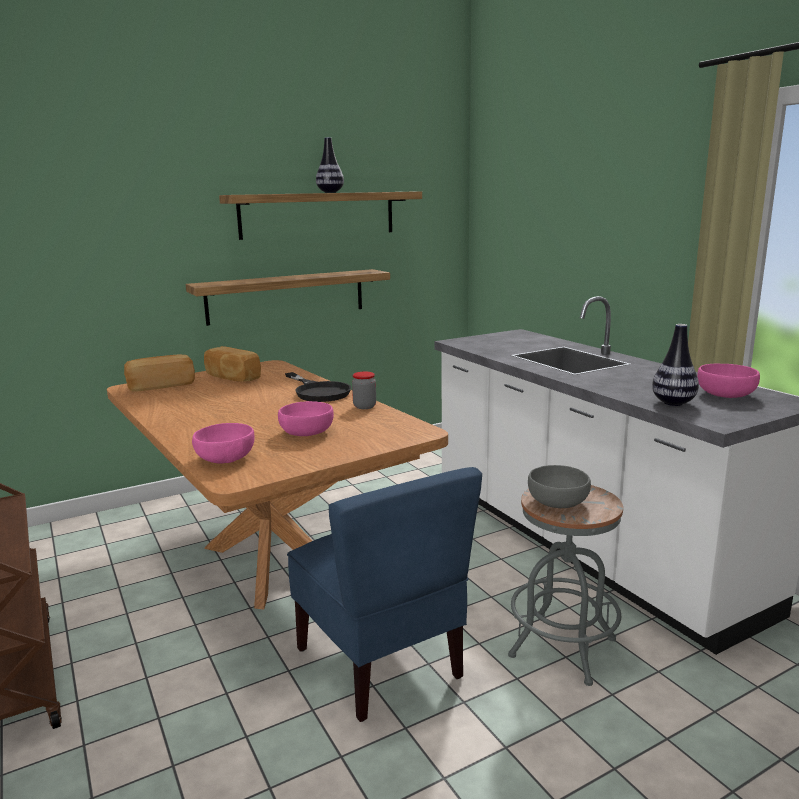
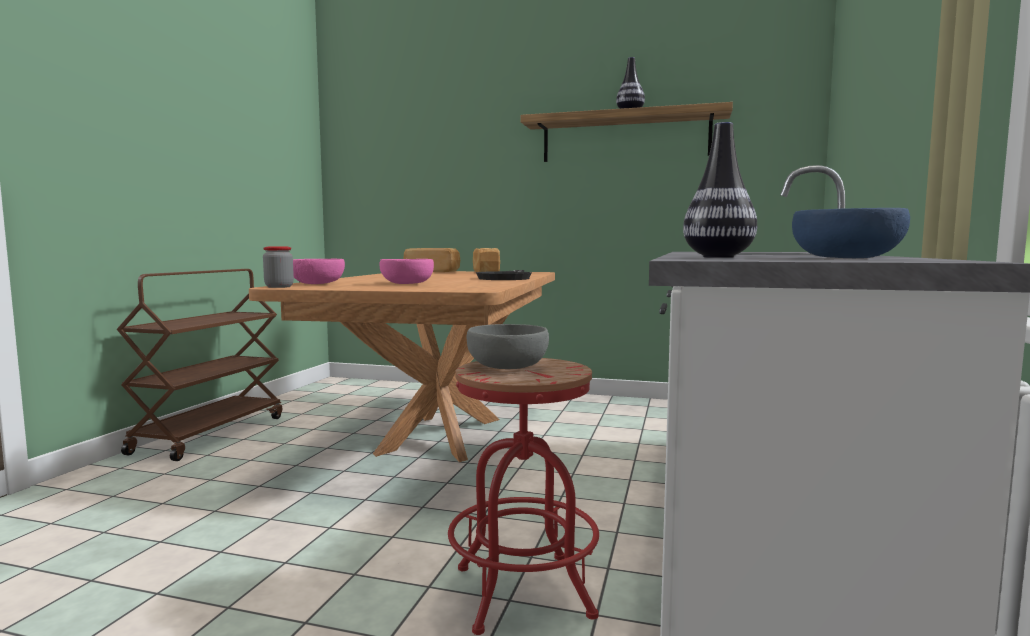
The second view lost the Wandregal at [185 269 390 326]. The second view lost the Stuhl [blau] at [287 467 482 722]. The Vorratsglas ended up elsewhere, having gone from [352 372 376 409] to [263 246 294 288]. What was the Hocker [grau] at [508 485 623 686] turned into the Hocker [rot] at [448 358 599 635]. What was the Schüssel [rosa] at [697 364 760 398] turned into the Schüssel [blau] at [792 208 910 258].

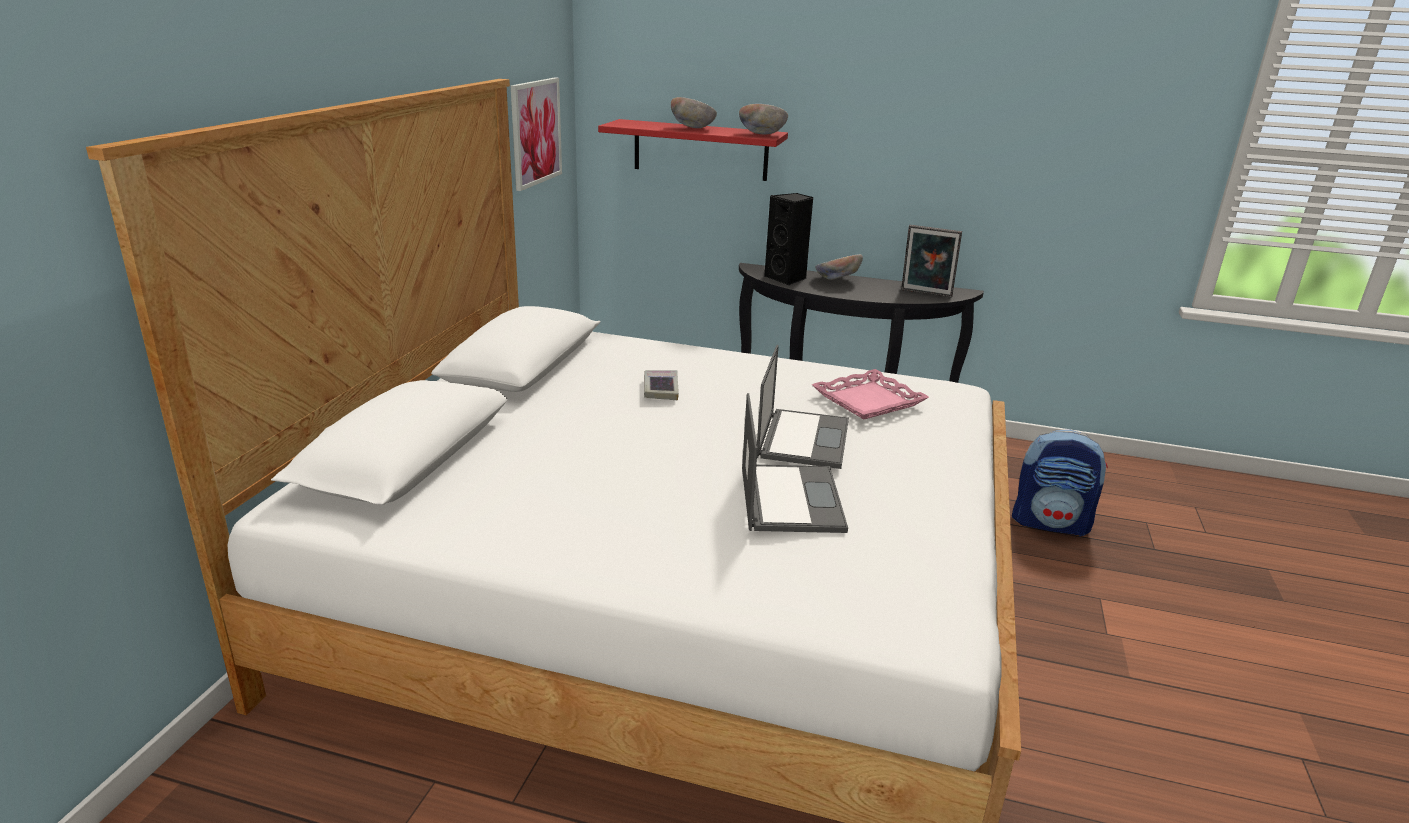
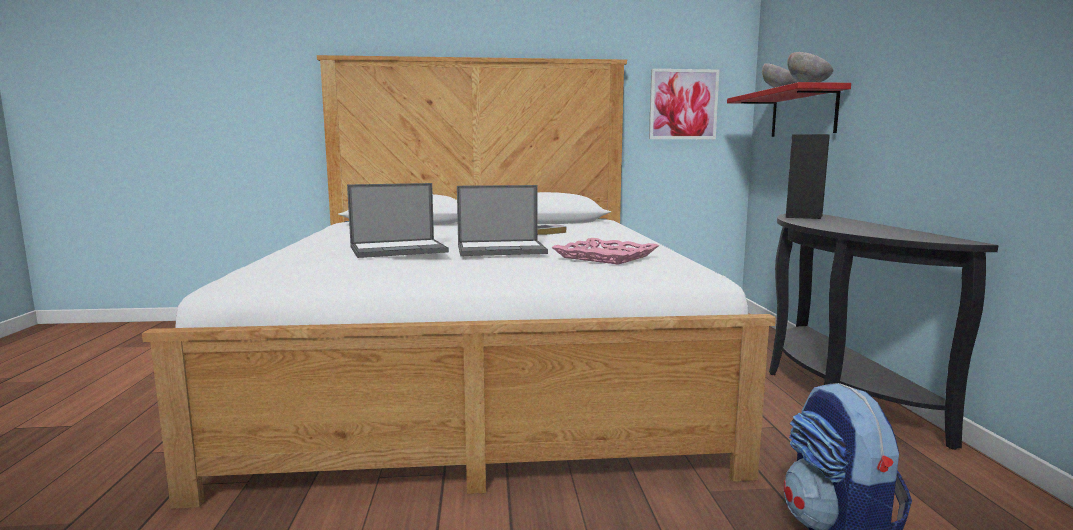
The second view lost the Schüssel at [815 254 863 280]. The second view lost the Bilderrahmen at [901 225 962 298].

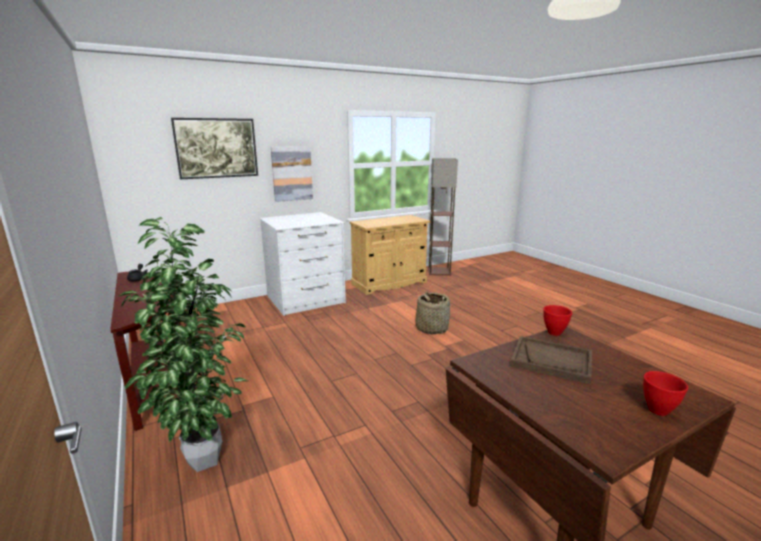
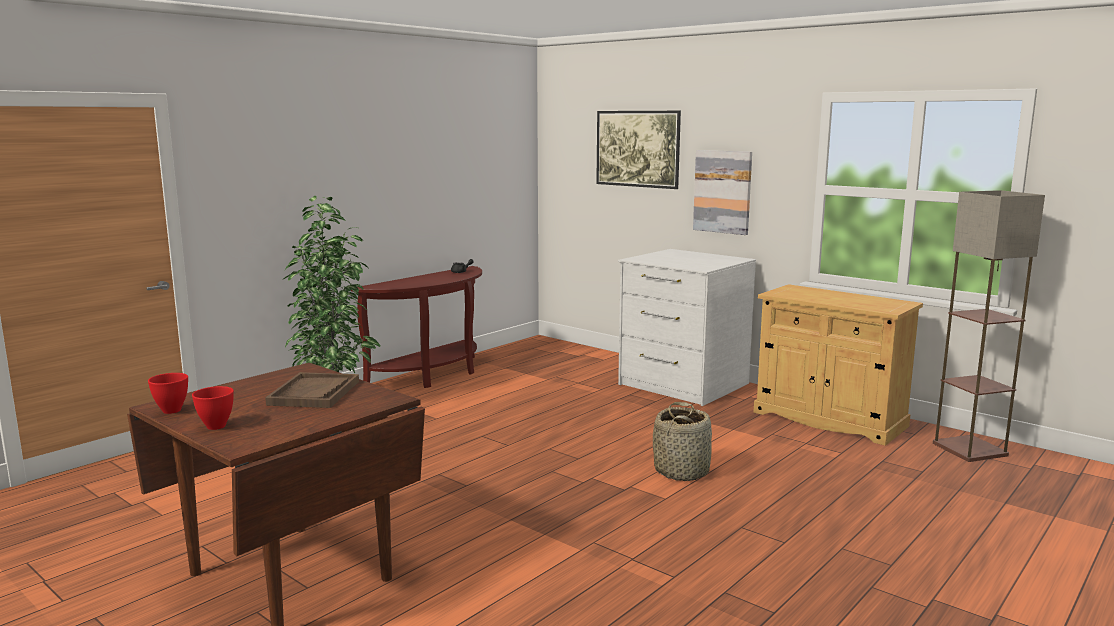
The Schüssel [rot] ended up elsewhere, having gone from [543 305 572 336] to [148 373 188 414].

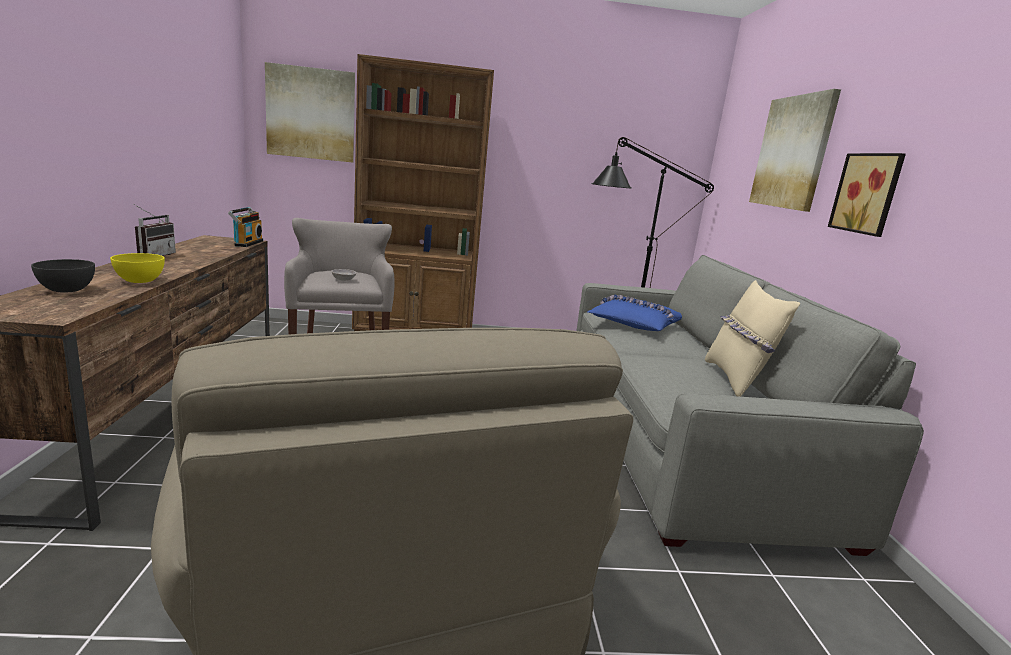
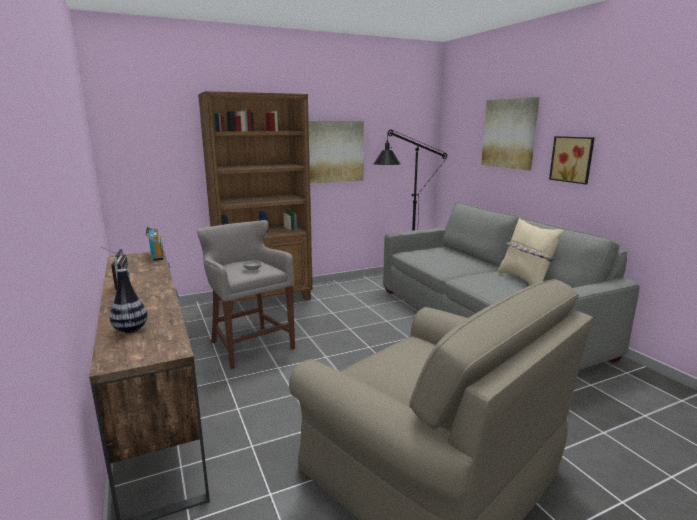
Where the Schüssel [grau] stood at [31 259 95 293], the Vase came to stand at [110 269 148 333]. The second view lost the Schüssel [gelb] at [110 253 165 283]. The Bild ended up elsewhere, having gone from [265 62 355 162] to [309 121 364 184]. The second view lost the Kissen [blau] at [587 295 682 331].

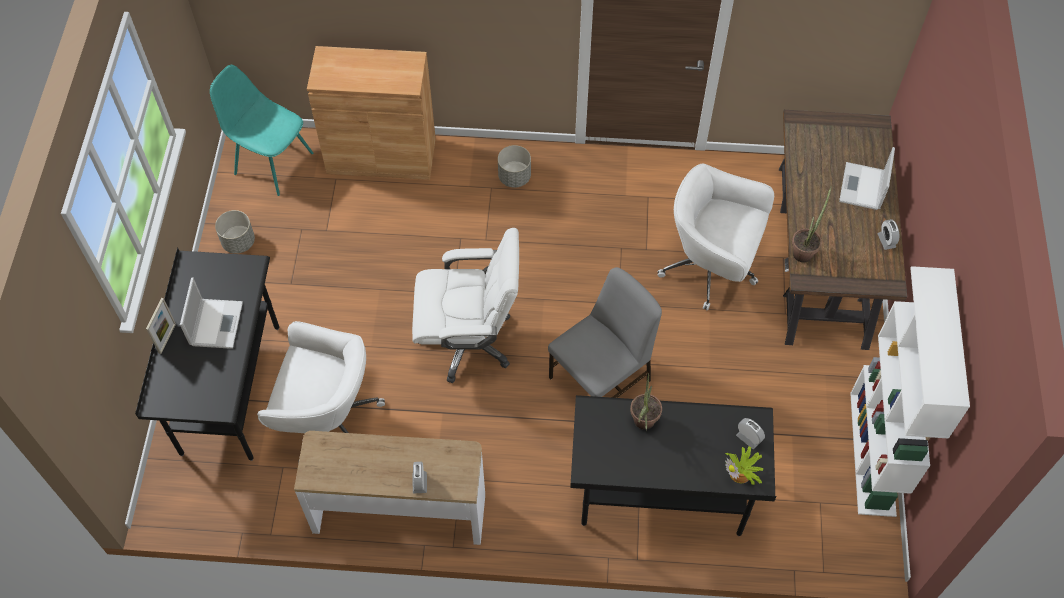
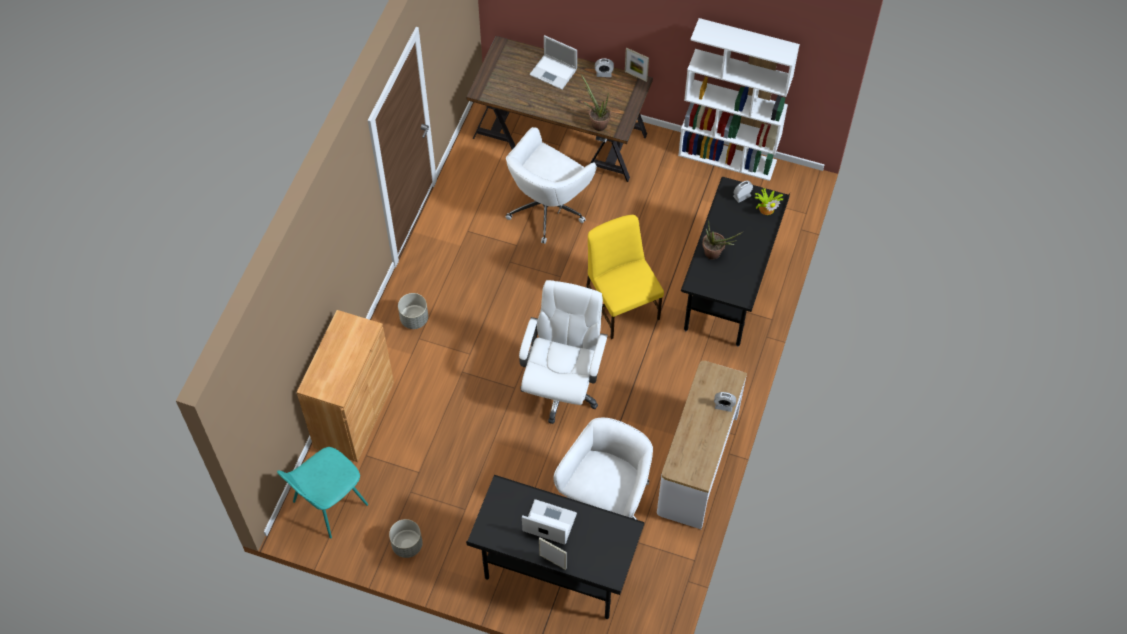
What was the Stuhl [grau] at [548 267 662 398] turned into the Stuhl [gelb] at [586 215 664 339]. The second view gained the Bilderrahmen at [625 48 649 82].

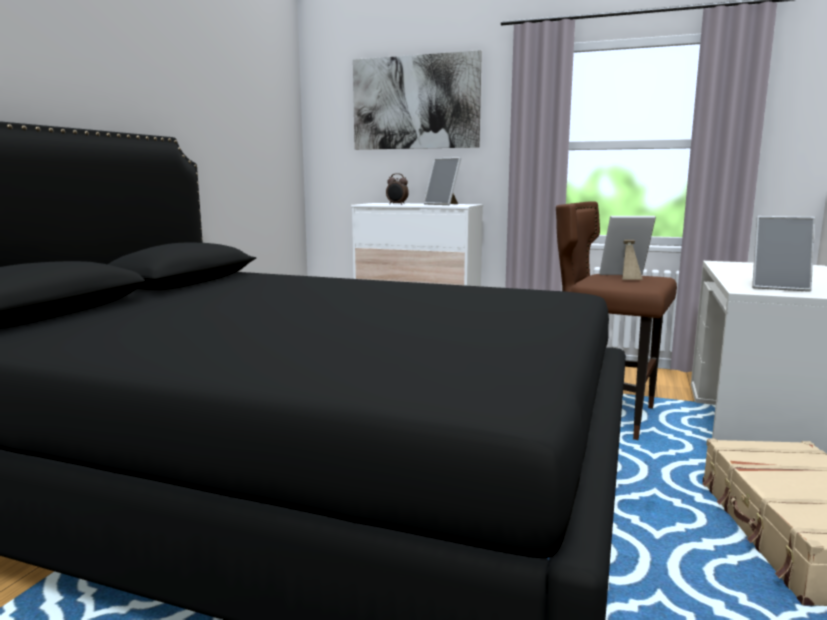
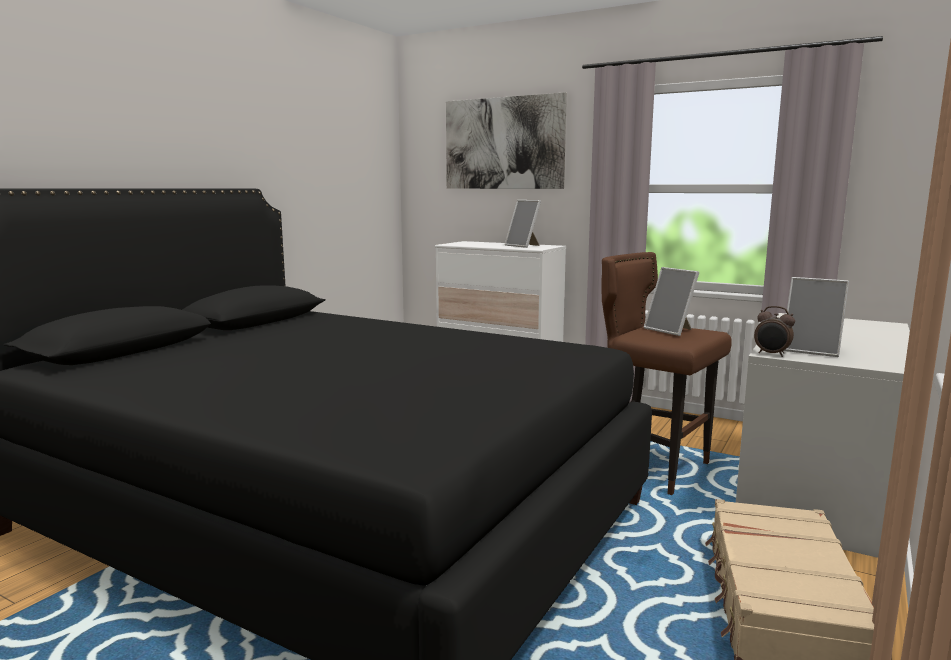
The Wecker ended up elsewhere, having gone from [386 173 409 205] to [754 306 795 357]. The Bilderrahmen at [599 216 656 280] ended up facing another way, 135 degrees counterclockwise from before.

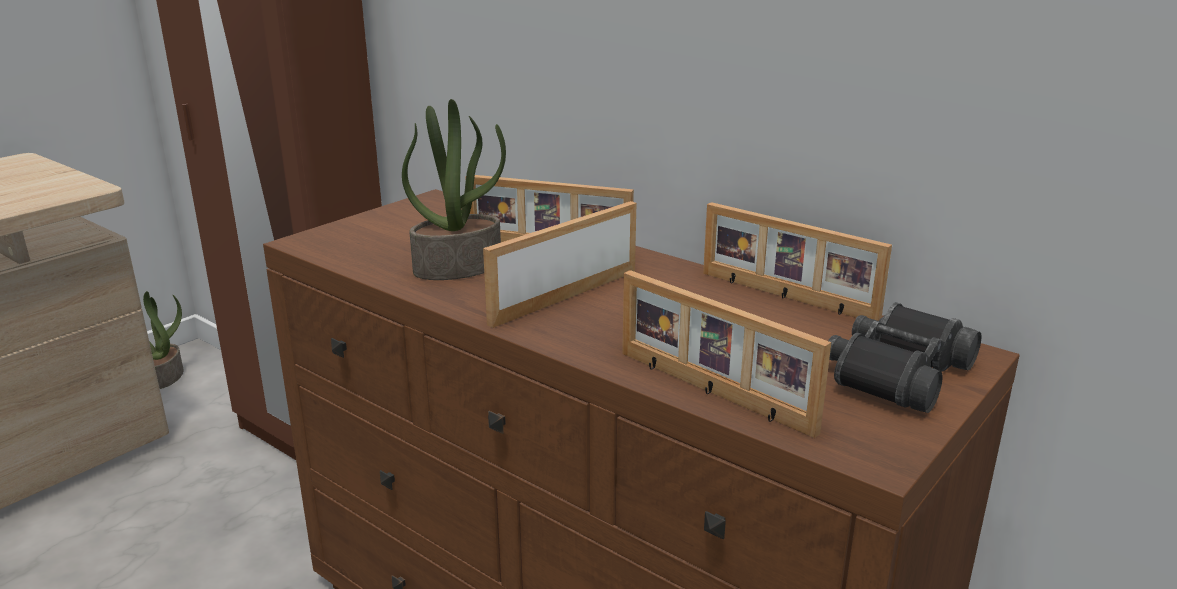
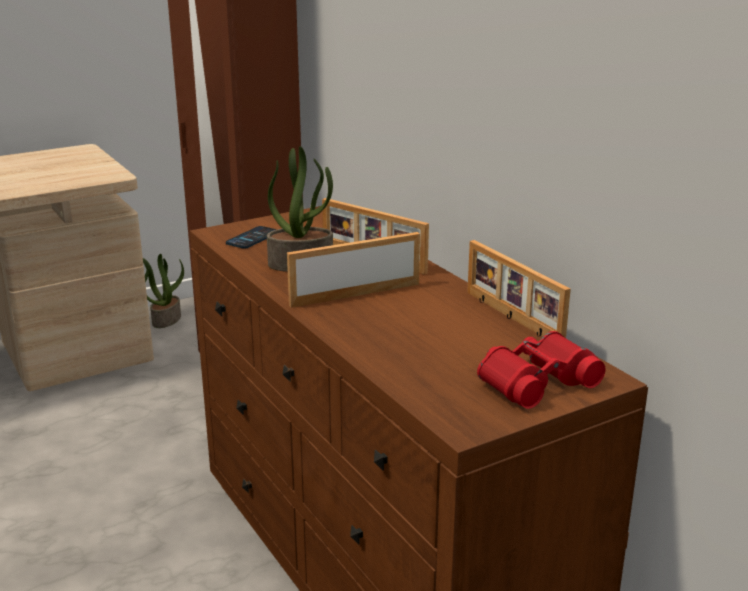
The second view lost the Bilderrahmen at [622 270 831 438]. What was the Fernglas [schwarz] at [828 302 981 413] turned into the Fernglas [rot] at [477 331 605 409]. The second view gained the Handy at [226 226 277 249].

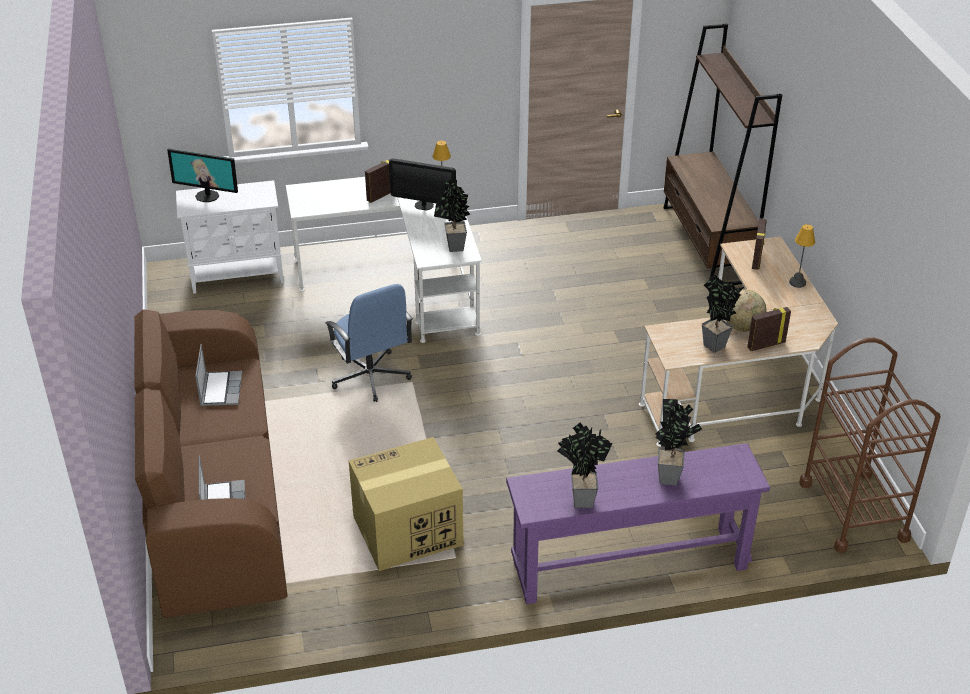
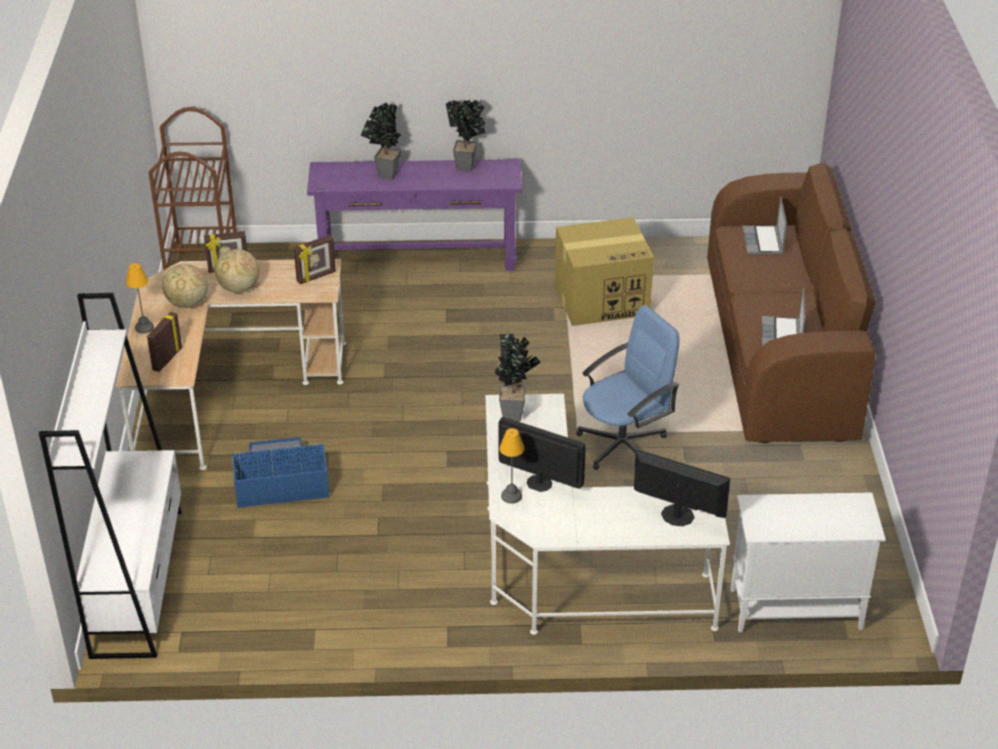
The Monitor ended up elsewhere, having gone from [167 149 238 202] to [634 449 730 526]. The Bürostuhl [blau] at [325 284 413 402] ended up facing another way, 75 degrees clockwise from before. The Bilderrahmen ended up elsewhere, having gone from [365 158 392 203] to [294 235 336 284]. What was the Bücherregal [braun] at [664 24 782 285] turned into the Bücherregal [weiß] at [39 293 182 659]. The second view lost the Topfpflanze at [702 275 744 353]. The second view gained the Globus at [162 264 208 308]. The second view gained the Aufbewahrungsbox [blau] at [232 437 329 508].

